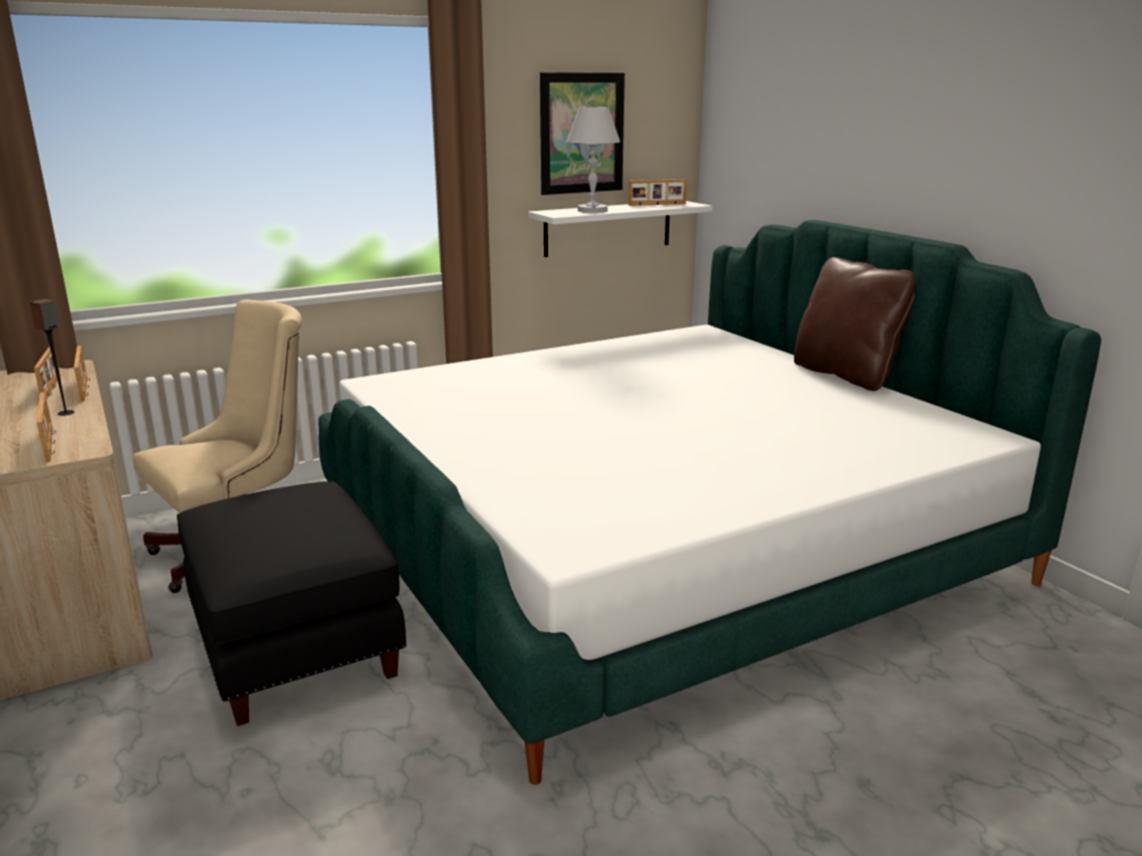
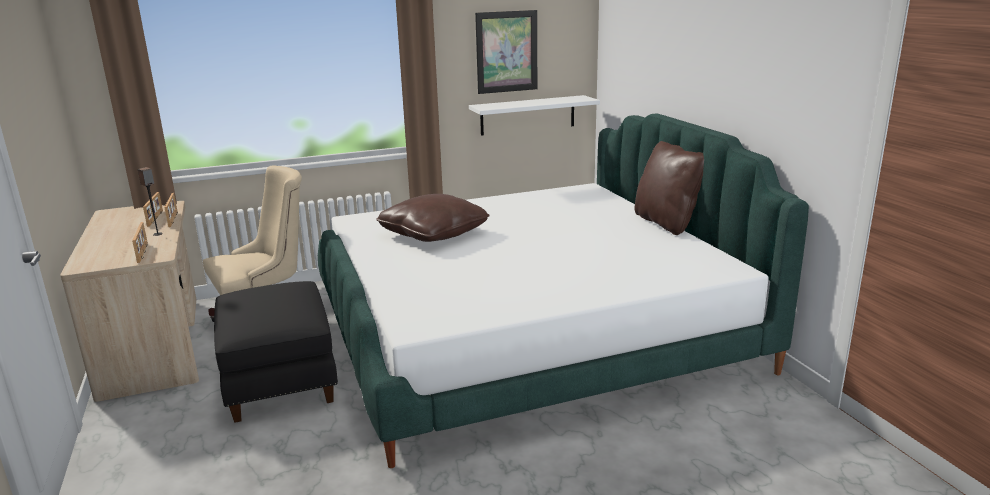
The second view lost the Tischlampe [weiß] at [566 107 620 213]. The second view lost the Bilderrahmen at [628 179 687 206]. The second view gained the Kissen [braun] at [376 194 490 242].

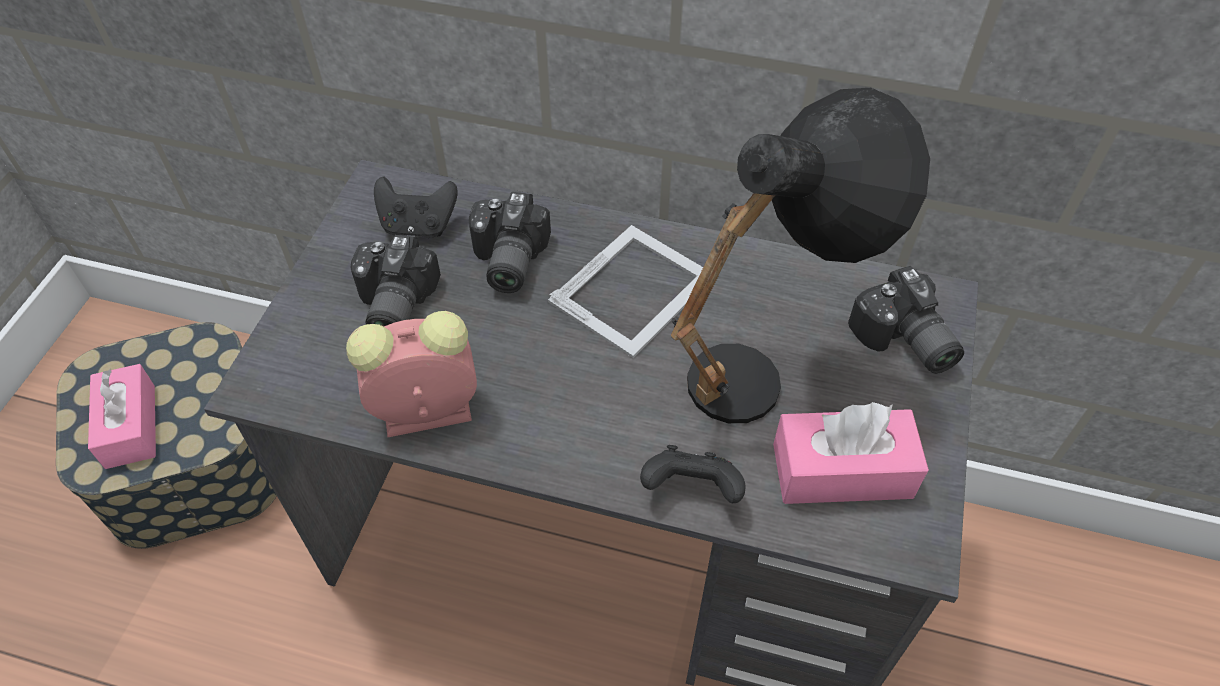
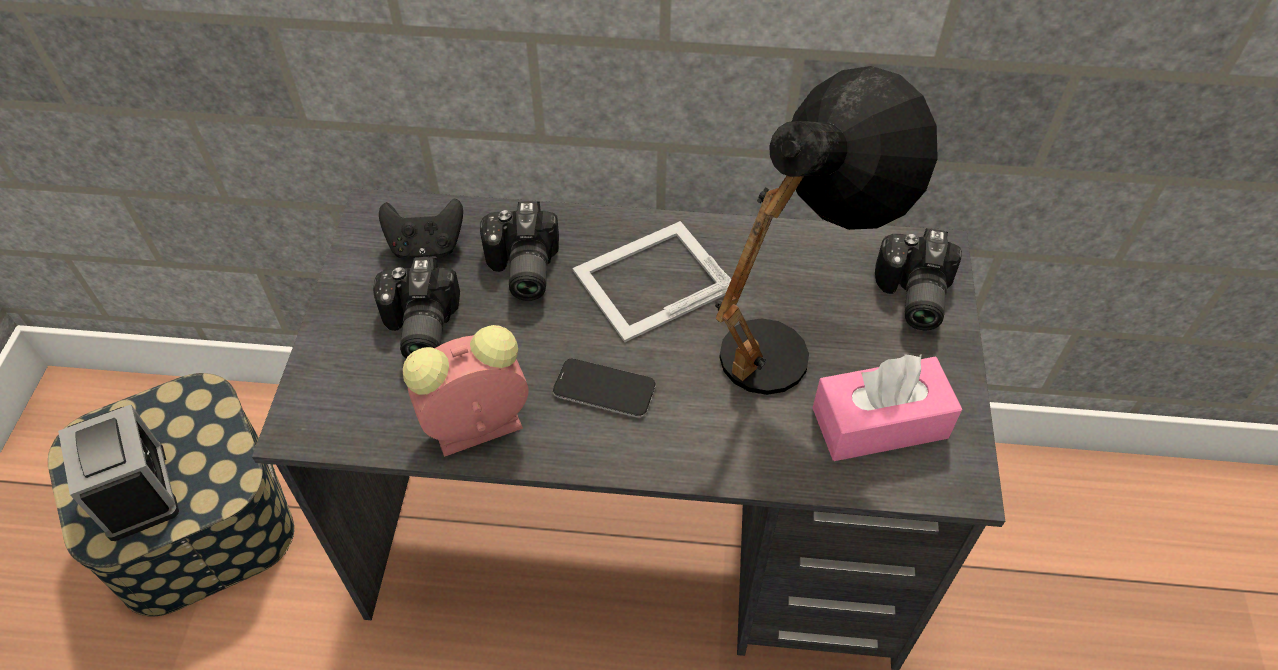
Where the Taschentuchbox [rosa] stood at [88 364 156 469], the Wecker came to stand at [58 405 179 541]. The Bilderrahmen at [548 225 703 358] ended up facing another way, 150 degrees counterclockwise from before. The second view lost the Gamepad [schwarz] at [640 445 746 503]. The Kamera at [848 266 964 374] ended up facing another way, 45 degrees clockwise from before. The second view gained the Handy at [553 359 656 418].

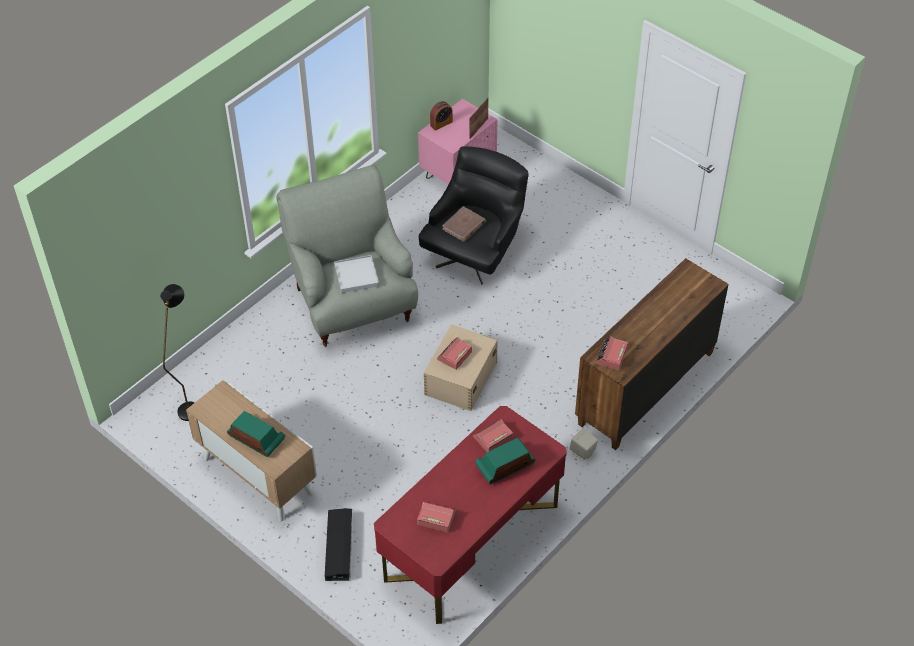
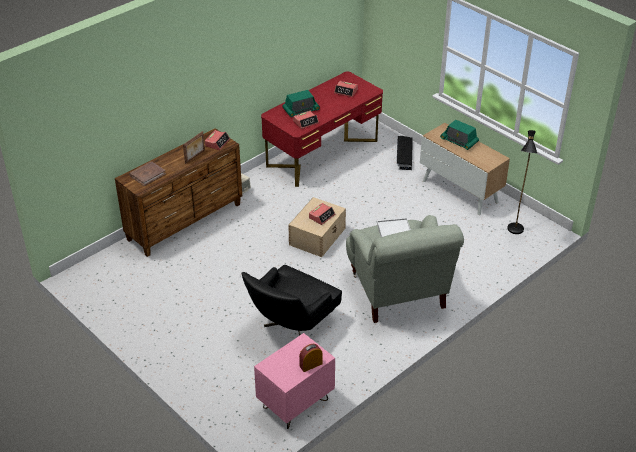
The Buch [braun] ended up elsewhere, having gone from [442 206 486 241] to [129 161 166 186]. The Bilderrahmen ended up elsewhere, having gone from [470 98 489 139] to [183 131 205 164].

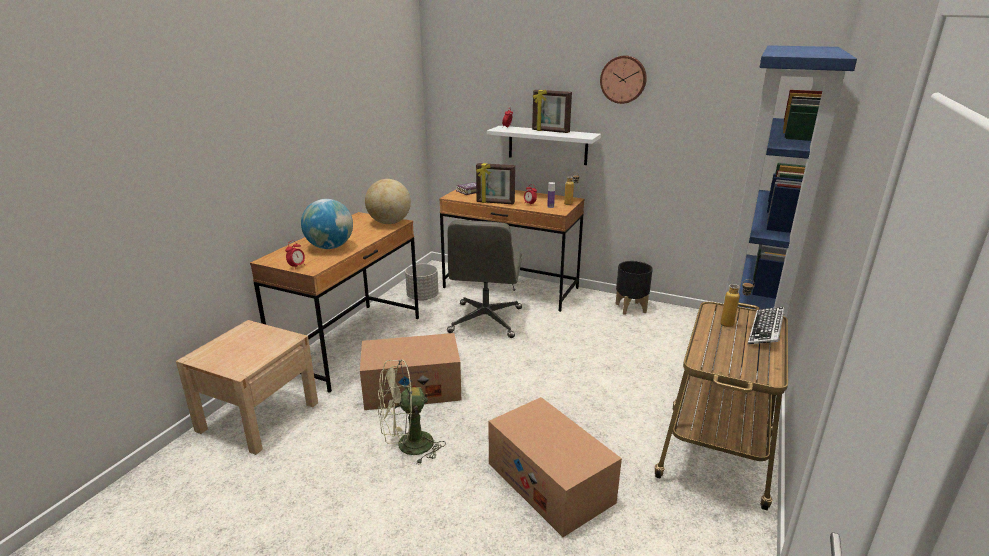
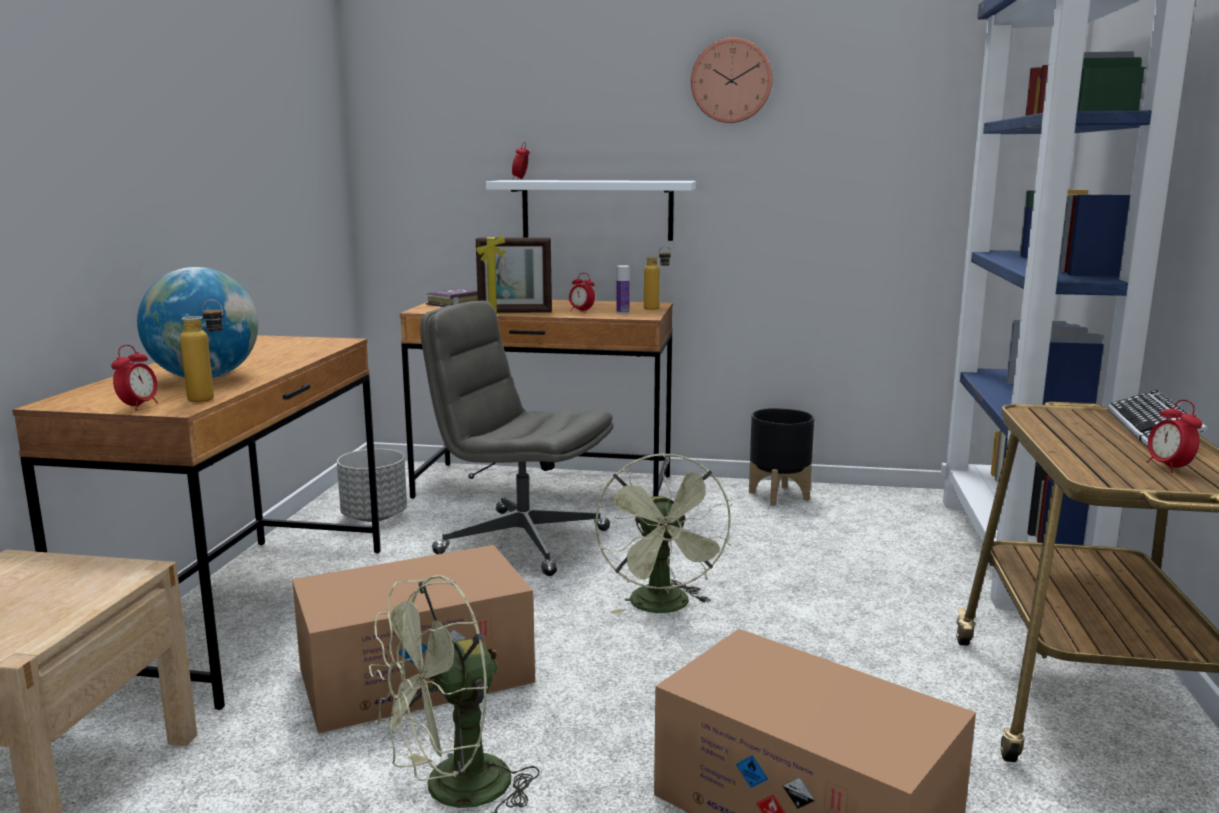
The second view lost the Globus at [365 179 411 224]. The Bürostuhl [grau] at [447 220 522 338] ended up facing another way, 120 degrees clockwise from before. The second view lost the Bilderrahmen at [532 89 572 133]. The Flasche ended up elsewhere, having gone from [721 279 755 327] to [180 299 223 402]. The second view gained the Ventilator [grün] at [595 453 732 614]. The second view gained the Wecker at [1147 400 1202 473].

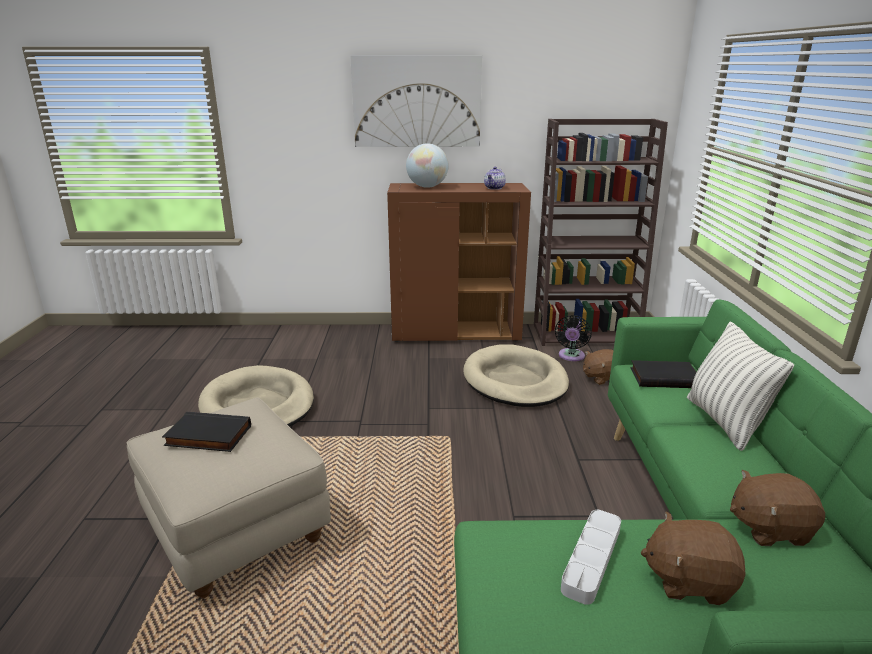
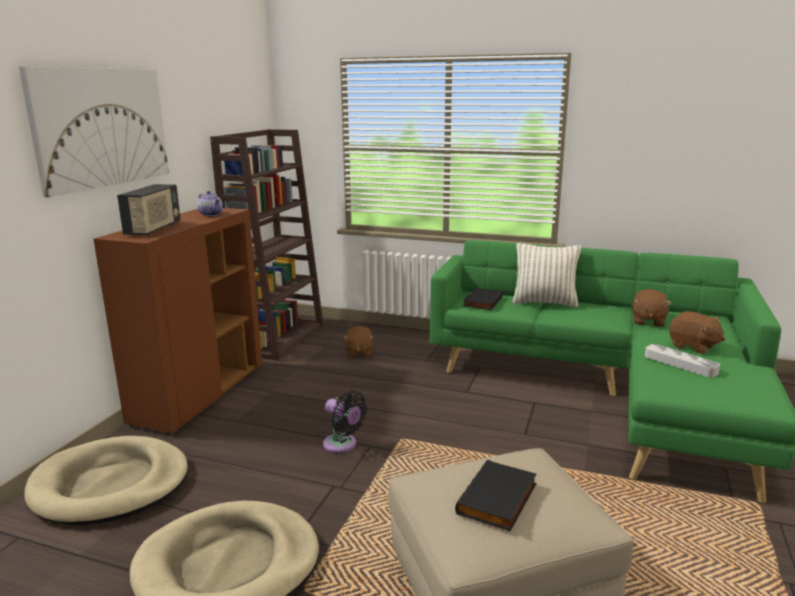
Where the Globus stood at [406 143 449 188], the Radio came to stand at [117 184 180 235]. The Hundebett [beige] ended up elsewhere, having gone from [463 344 569 407] to [24 436 188 525]. The Ventilator [schwarz] ended up elsewhere, having gone from [555 315 592 361] to [323 391 367 453]. The Plüschtier [braun] at [641 511 746 605] ended up facing another way, 75 degrees counterclockwise from before.

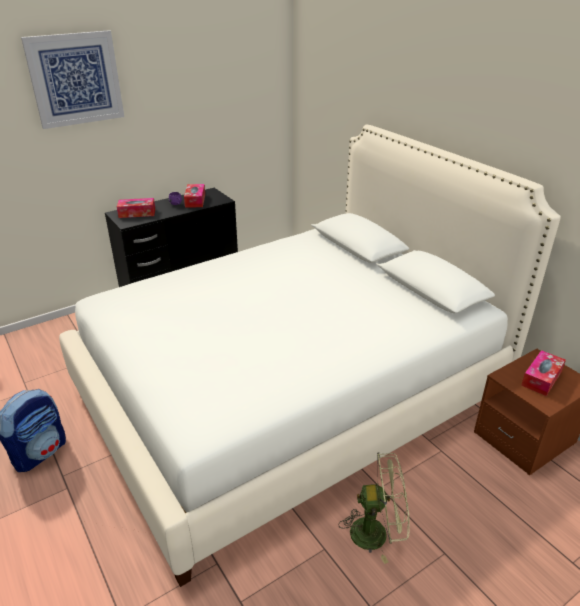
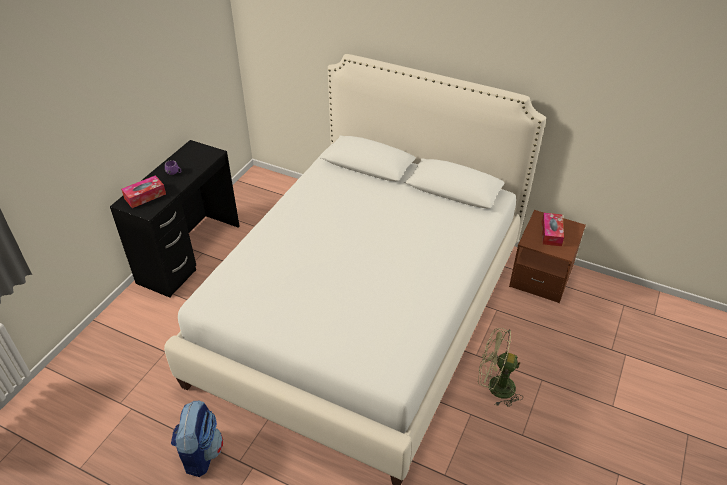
The second view lost the Bild at [21 30 124 129]. The second view lost the Taschentuchbox at [184 184 205 208]. The Ventilator [grün] at [339 453 410 564] ended up facing another way, 135 degrees counterclockwise from before.

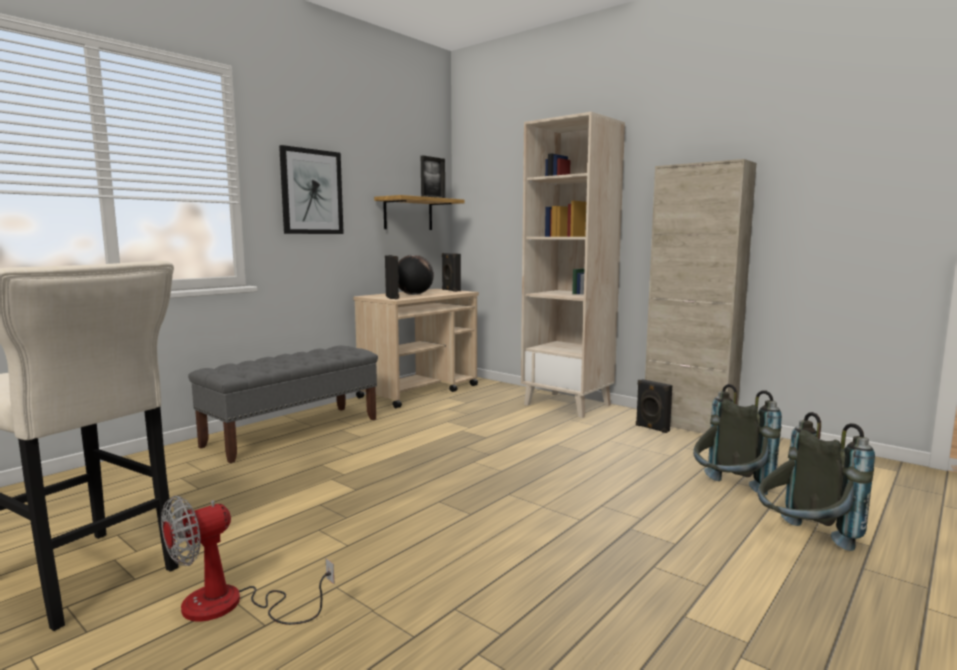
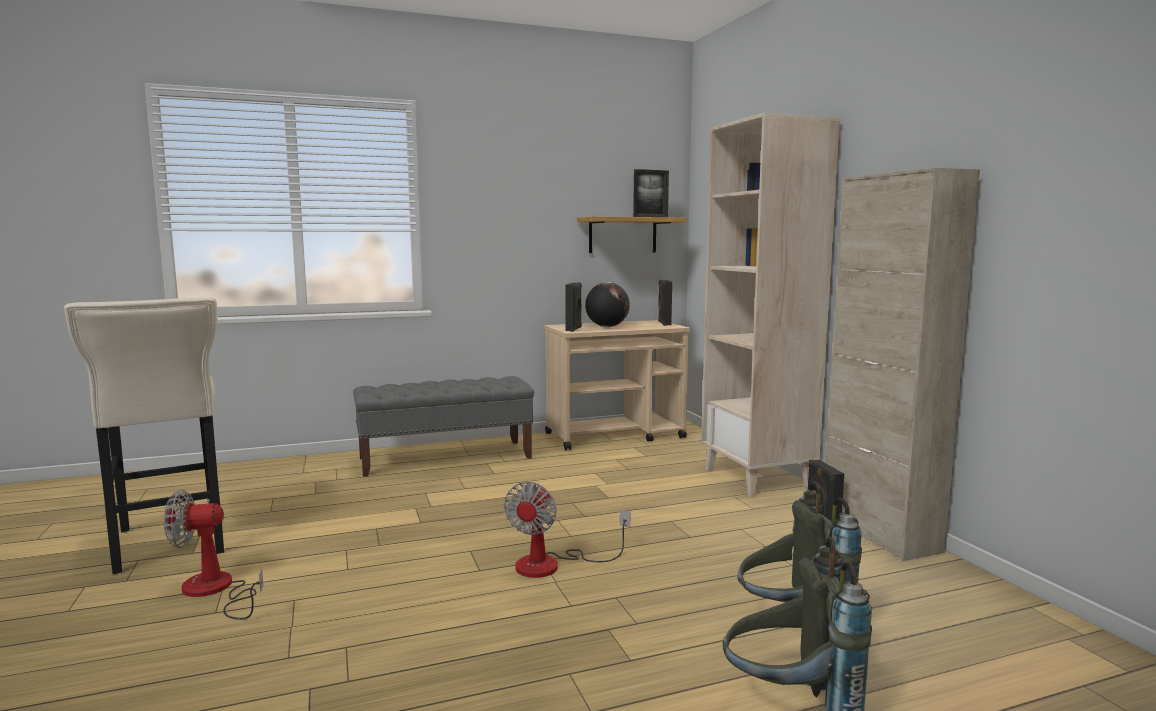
The second view lost the Bild at [279 145 344 234]. The second view gained the Ventilator at [504 481 630 578].

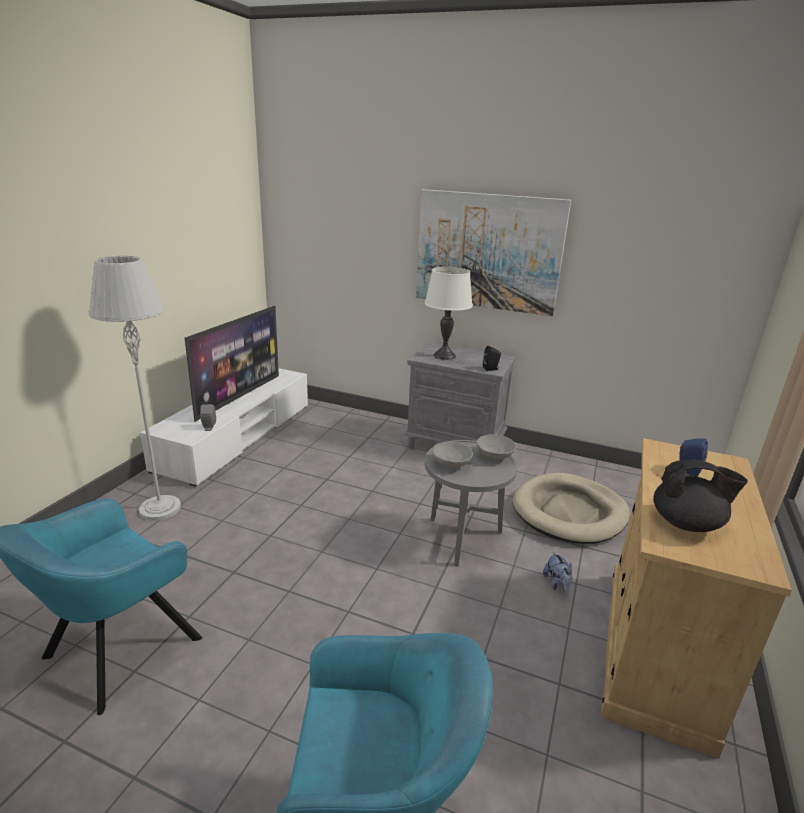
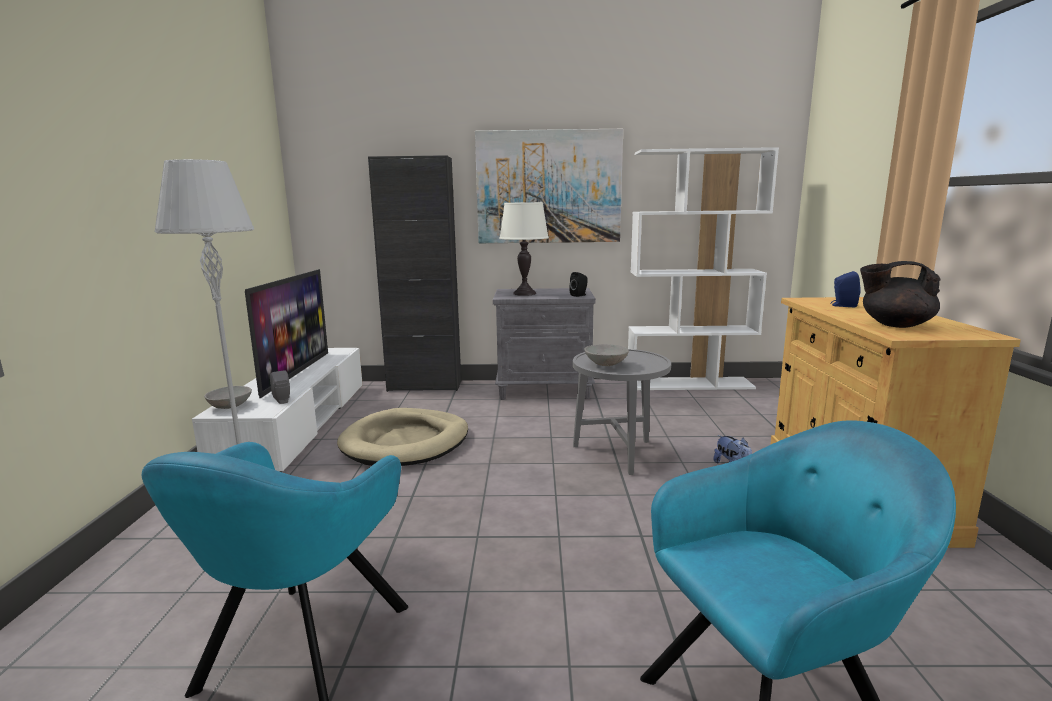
The Schüssel [grau] ended up elsewhere, having gone from [476 434 517 460] to [204 386 252 409]. The Hundebett [beige] ended up elsewhere, having gone from [513 473 630 544] to [337 408 468 466]. The Teekanne [schwarz] at [653 459 748 532] ended up facing another way, 150 degrees counterclockwise from before. The second view gained the Schrank [schwarz] at [368 155 461 392]. The second view gained the Bücherregal [weiß] at [628 147 779 390].

